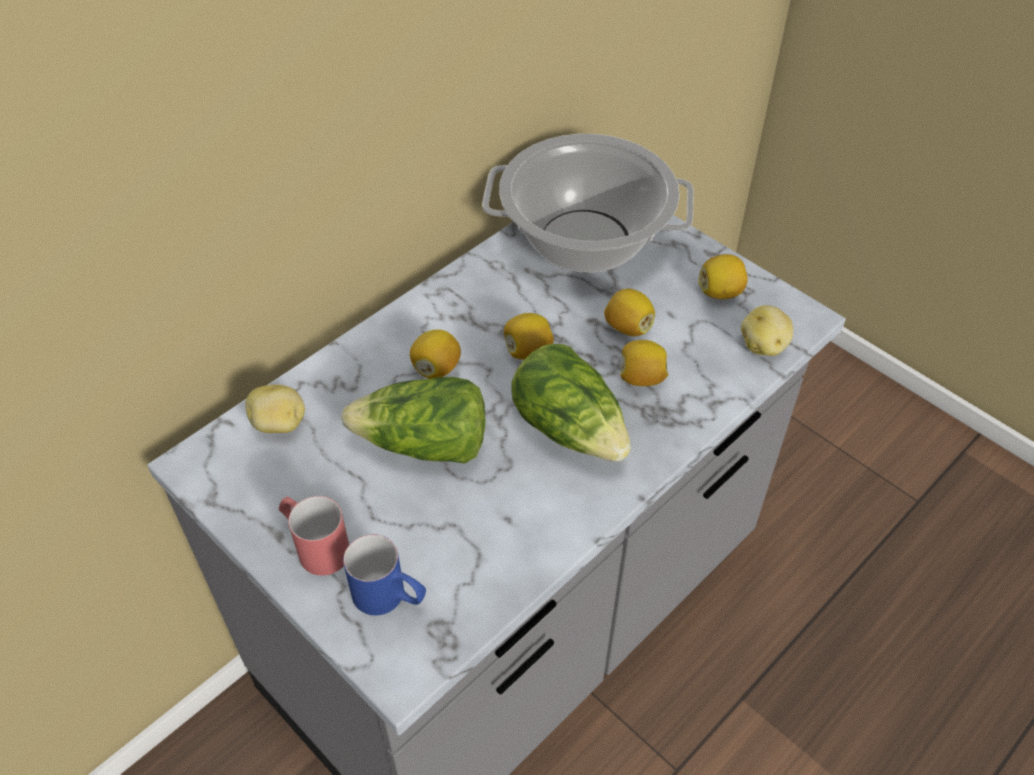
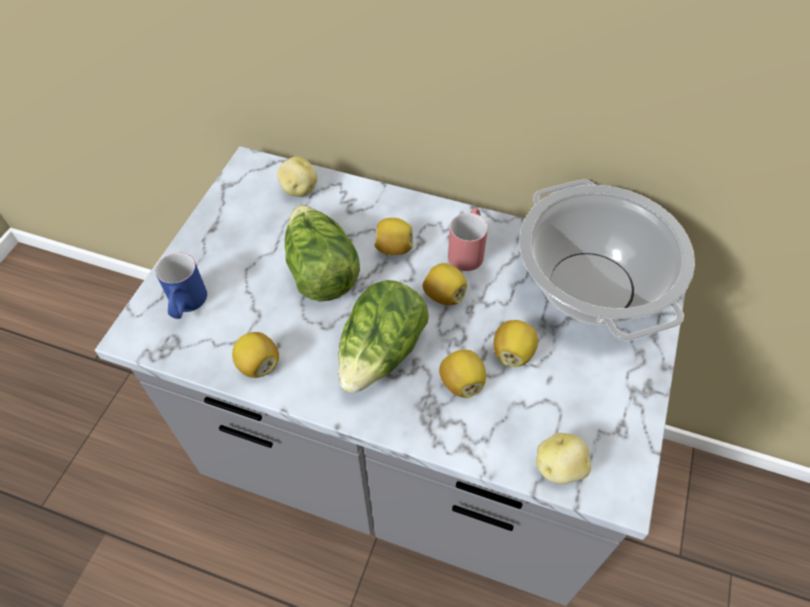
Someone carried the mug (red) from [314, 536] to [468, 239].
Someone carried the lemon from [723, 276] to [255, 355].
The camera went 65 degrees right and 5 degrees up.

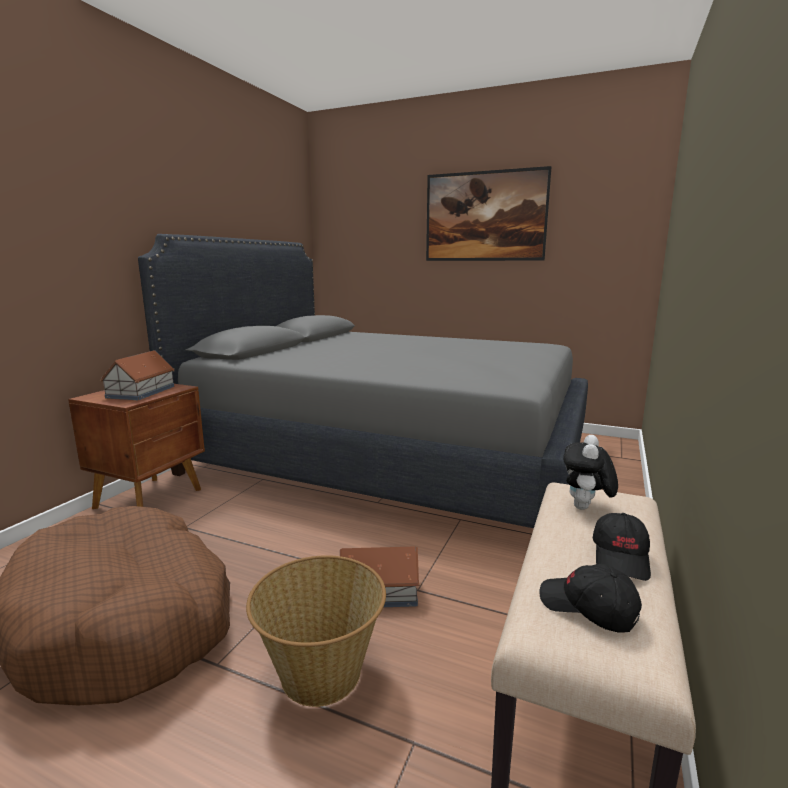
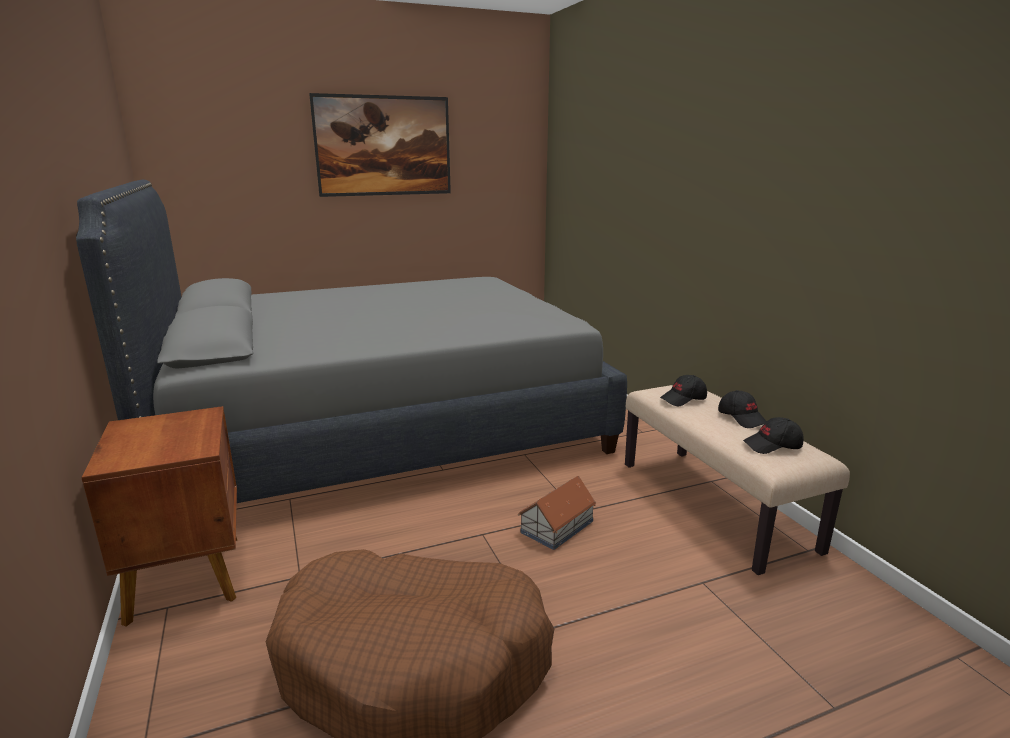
Someone took away the toy house at [137, 375].
Someone took away the basket at [316, 631].
Someone swapped the plush toy at [590, 472] for the cap (black) at [683, 390].
The camera went 45 degrees left and 5 degrees up.

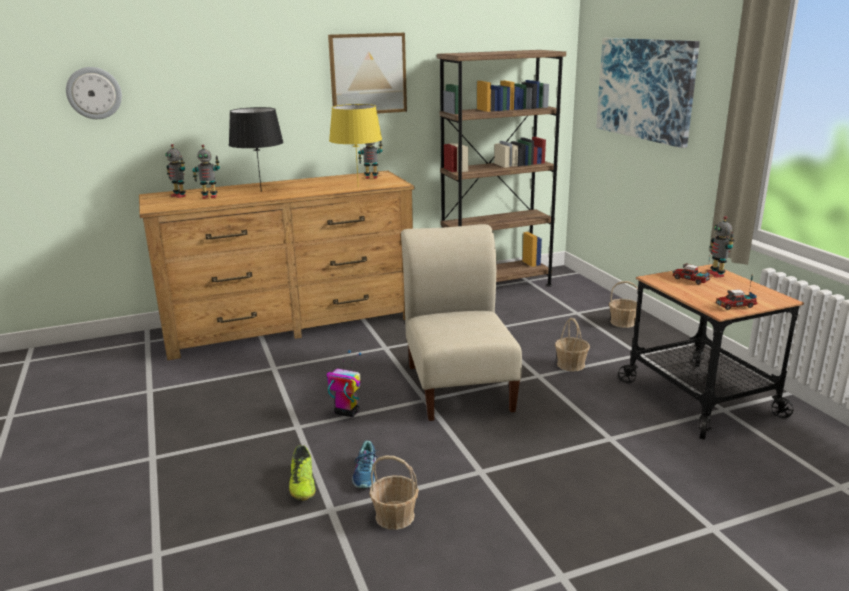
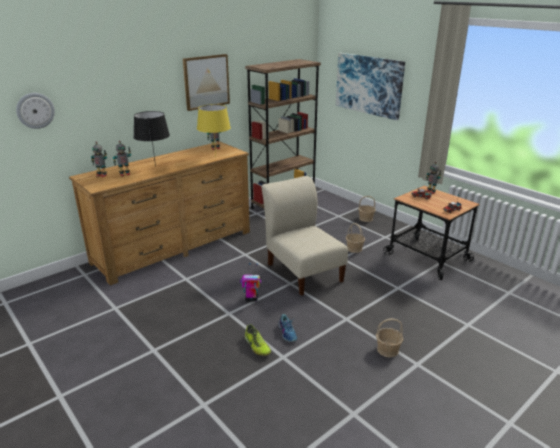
Someone carried the basket from [394, 492] to [389, 338].
The camera went 20 degrees left and 5 degrees up.

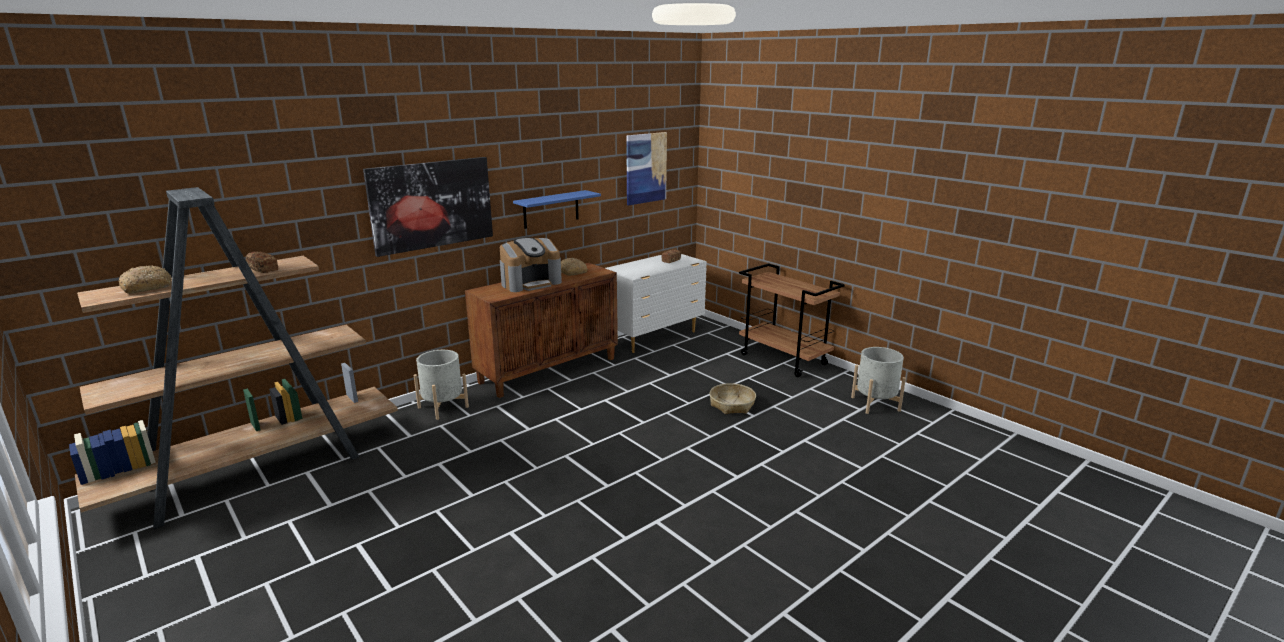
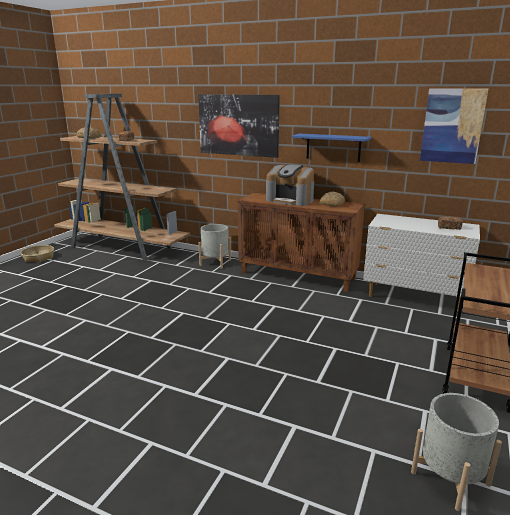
Someone carried the basket from [732, 398] to [37, 253].
The camera went 65 degrees right and 0 degrees up.

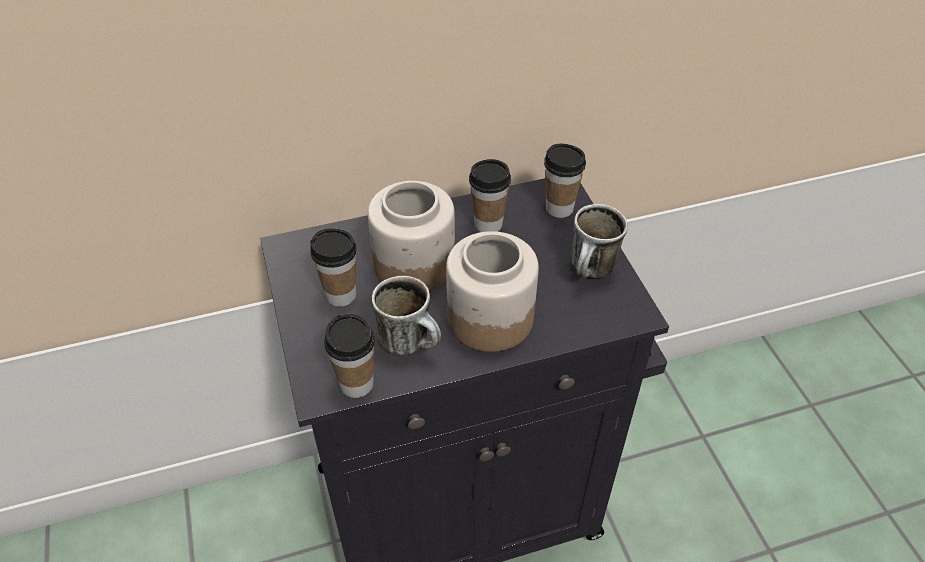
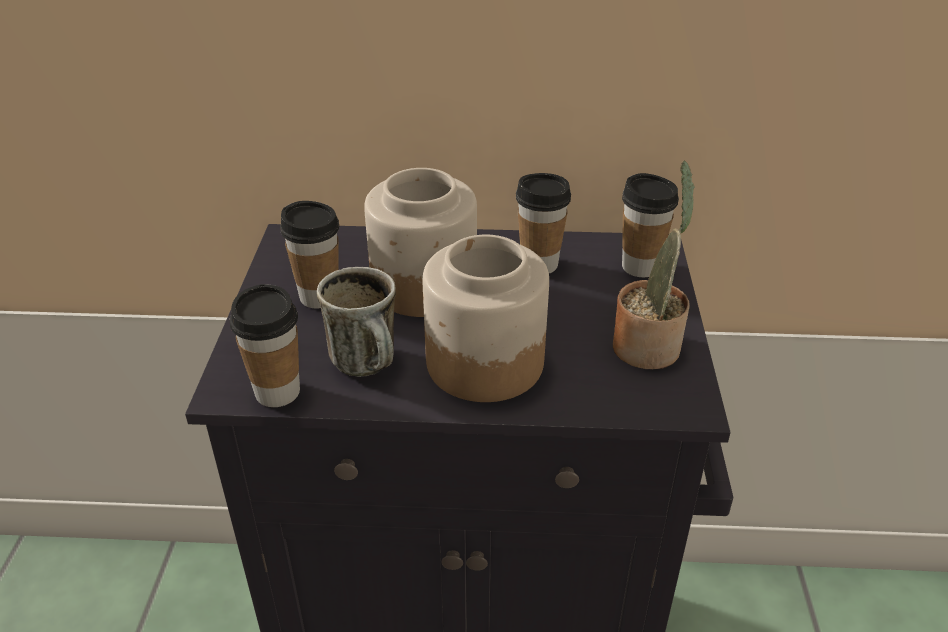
Someone swapped the mug at [599, 241] for the potted plant at [654, 265].
The camera went 20 degrees right and 10 degrees down.

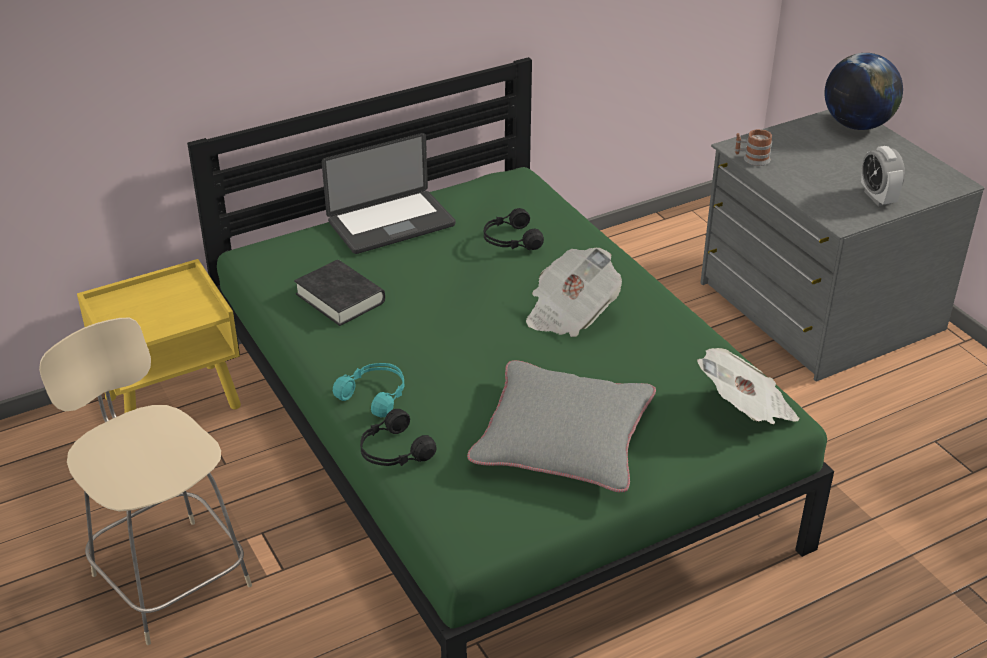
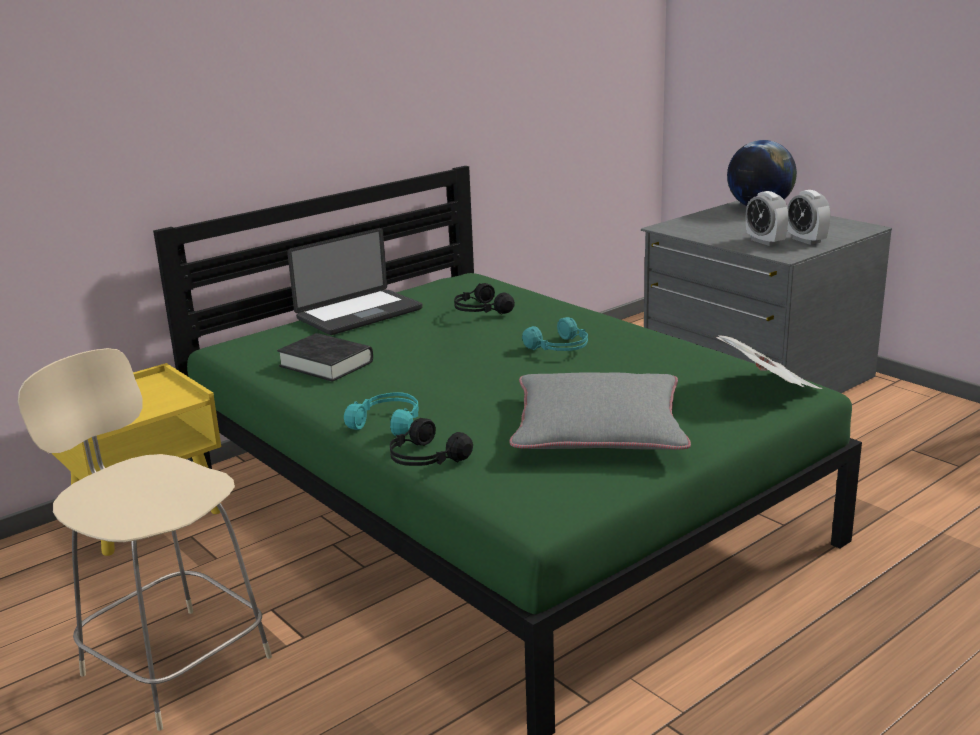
Someone swapped the newspaper at [574, 292] for the headphones (turquoise) at [555, 334].
Someone took away the mug at [753, 147].
Someone put down the alarm clock at [767, 218].
The camera went 10 degrees left and 15 degrees down.

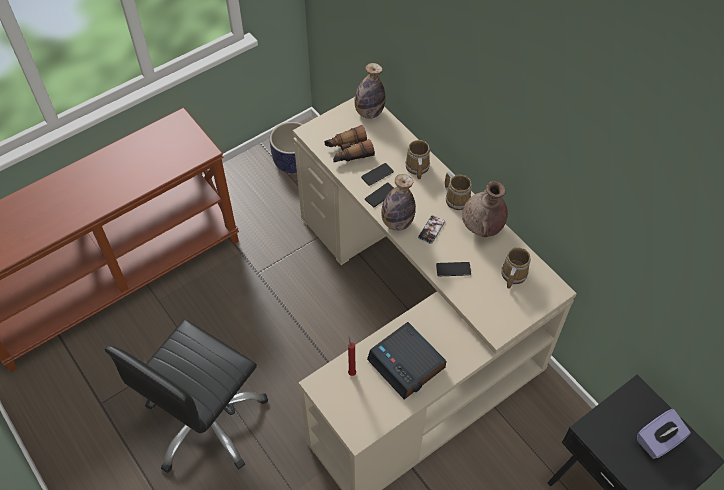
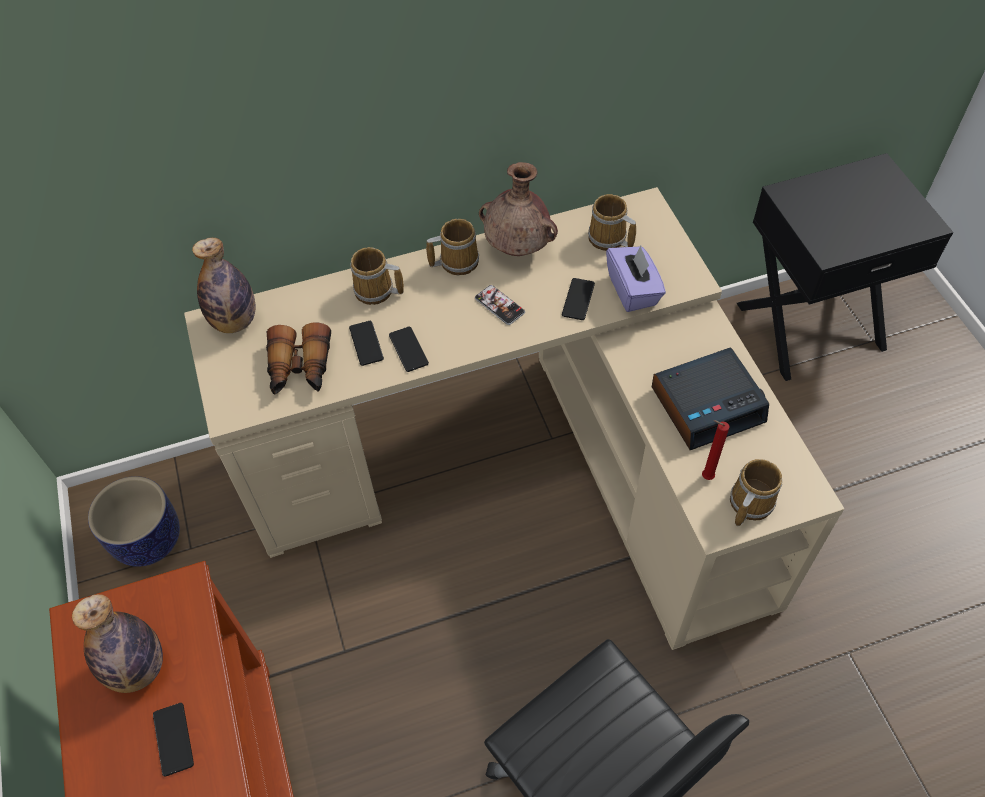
Someone carried the bottle from [398, 202] to [117, 643].
Someone carried the tissue box (purple) from [664, 434] to [636, 278].
Someone put down the phone at [173, 740].
Someone put down the mug at [756, 493].
The camera went 70 degrees left and 0 degrees up.

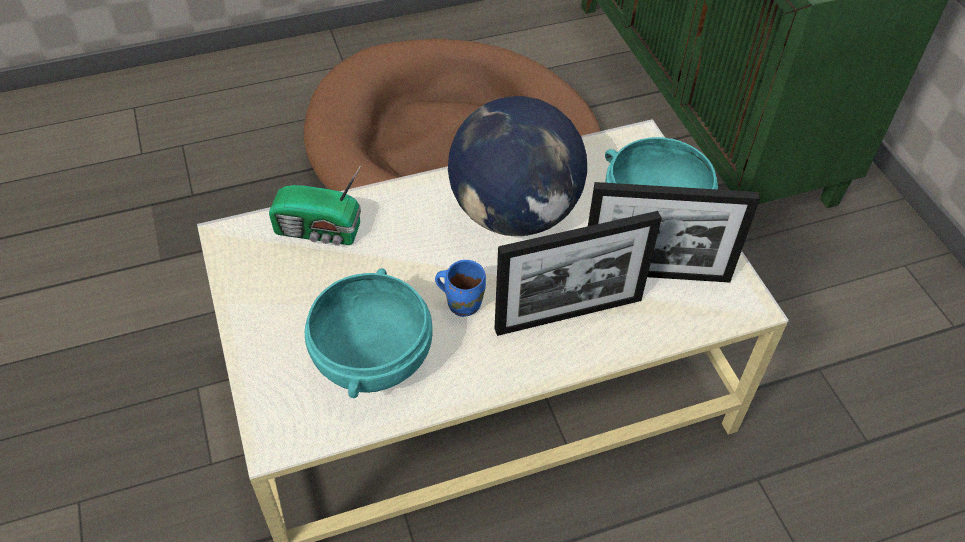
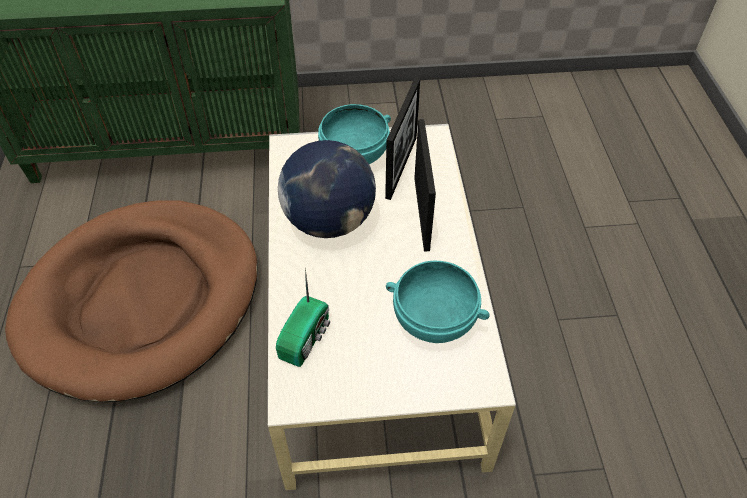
Someone took away the mug (blue) at [460, 288].
The camera went 75 degrees left and 0 degrees up.

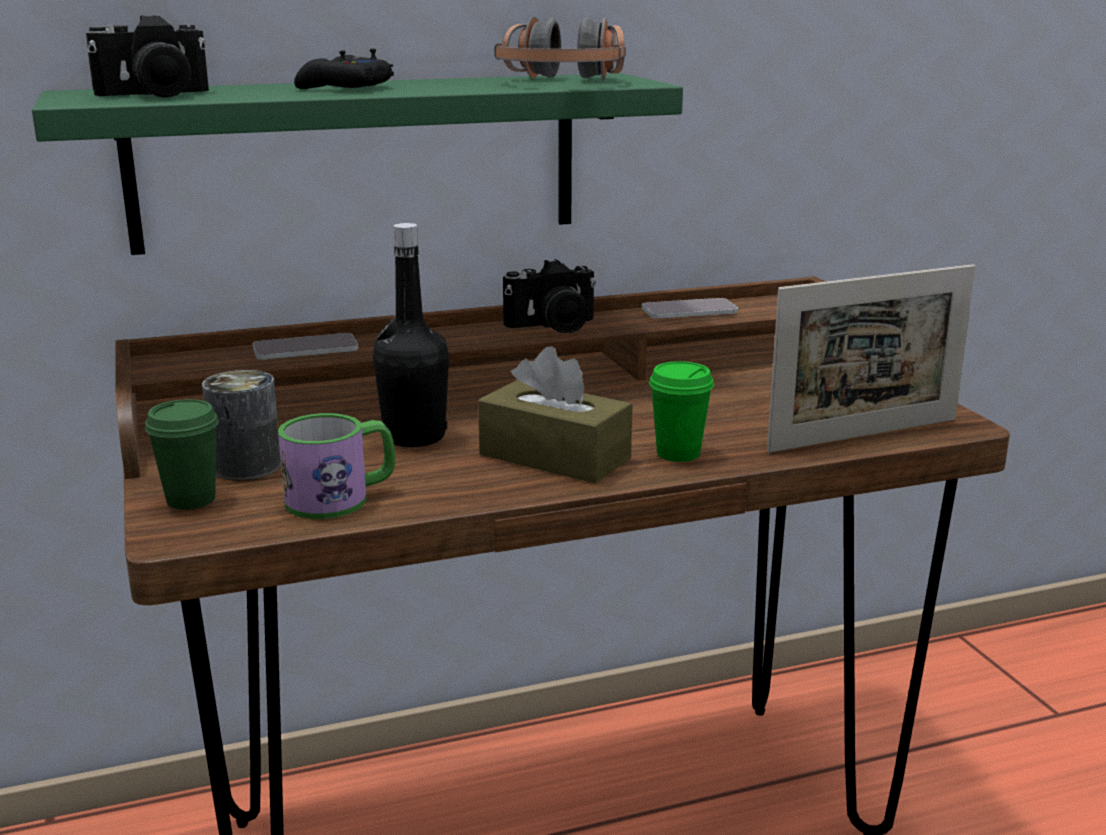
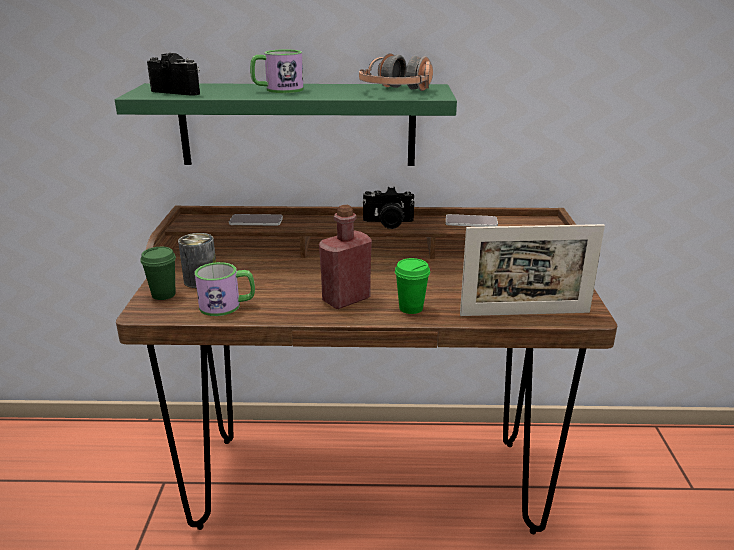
Someone rotated the photo camera at [147, 56] by 150 degrees counterclockwise.
Someone swapped the game controller (black) at [344, 69] for the mug at [277, 71].
Someone took away the bottle (black) at [411, 335].
Someone swapped the tissue box (brown) at [555, 414] for the bottle (red) at [345, 257].
The camera went 20 degrees right and 5 degrees up.

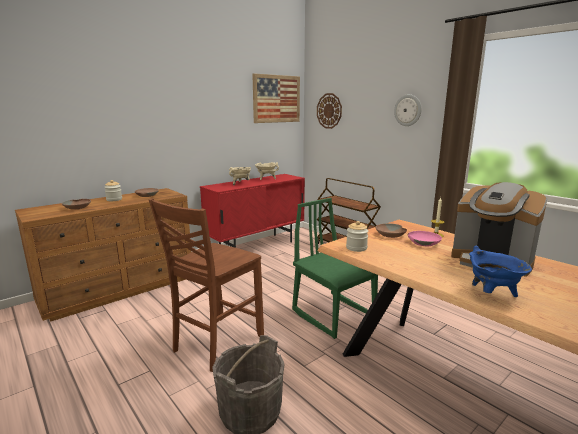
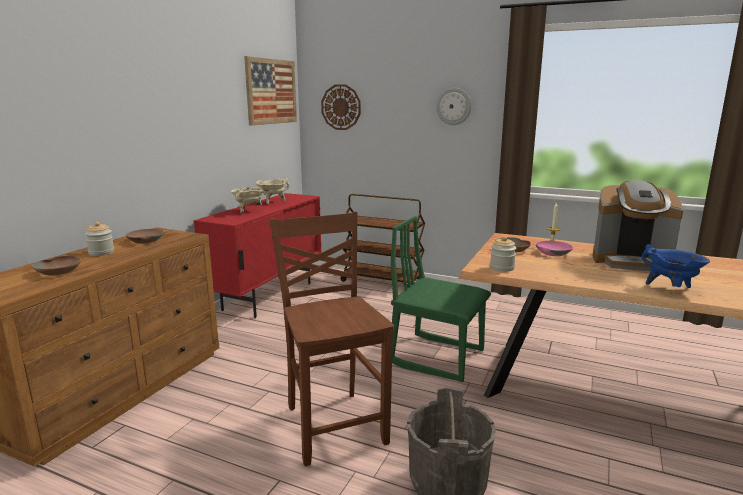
Someone rotated the chair (brown) at [206, 285] by 150 degrees clockwise.
The camera went 25 degrees left and 0 degrees up.

